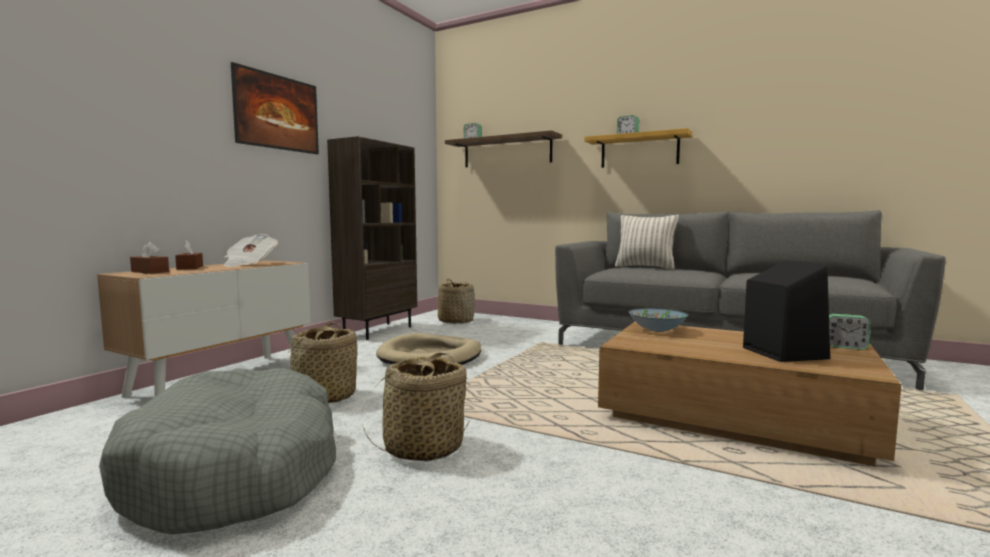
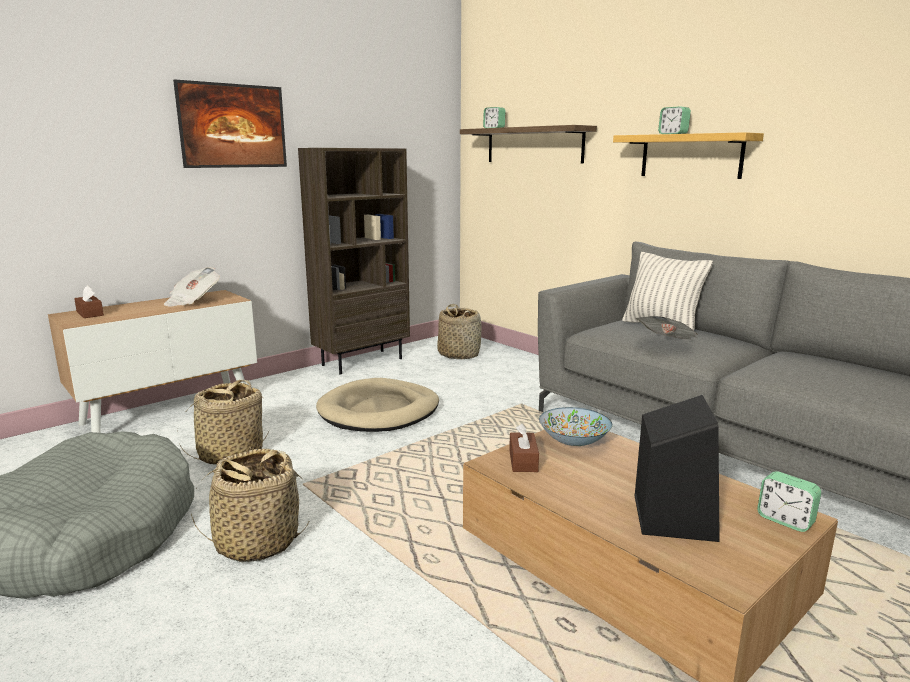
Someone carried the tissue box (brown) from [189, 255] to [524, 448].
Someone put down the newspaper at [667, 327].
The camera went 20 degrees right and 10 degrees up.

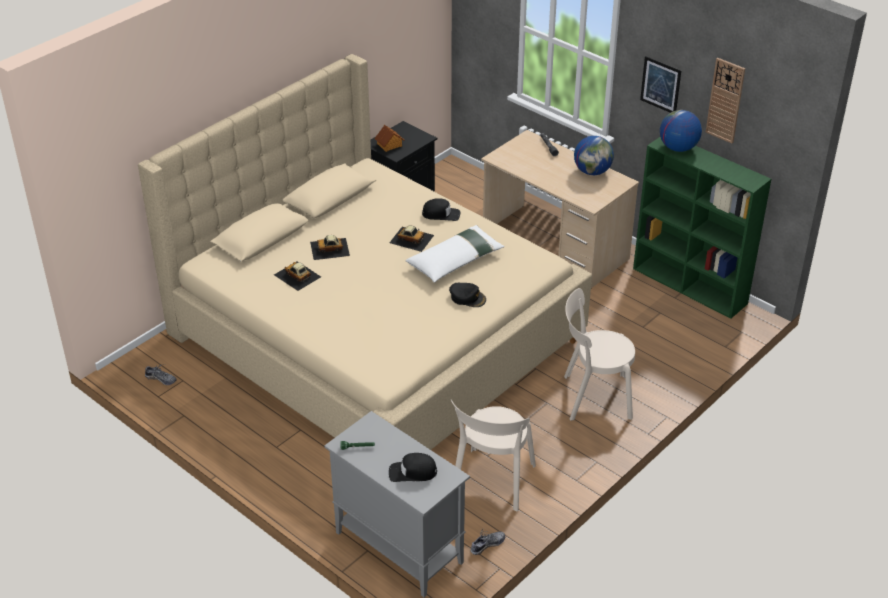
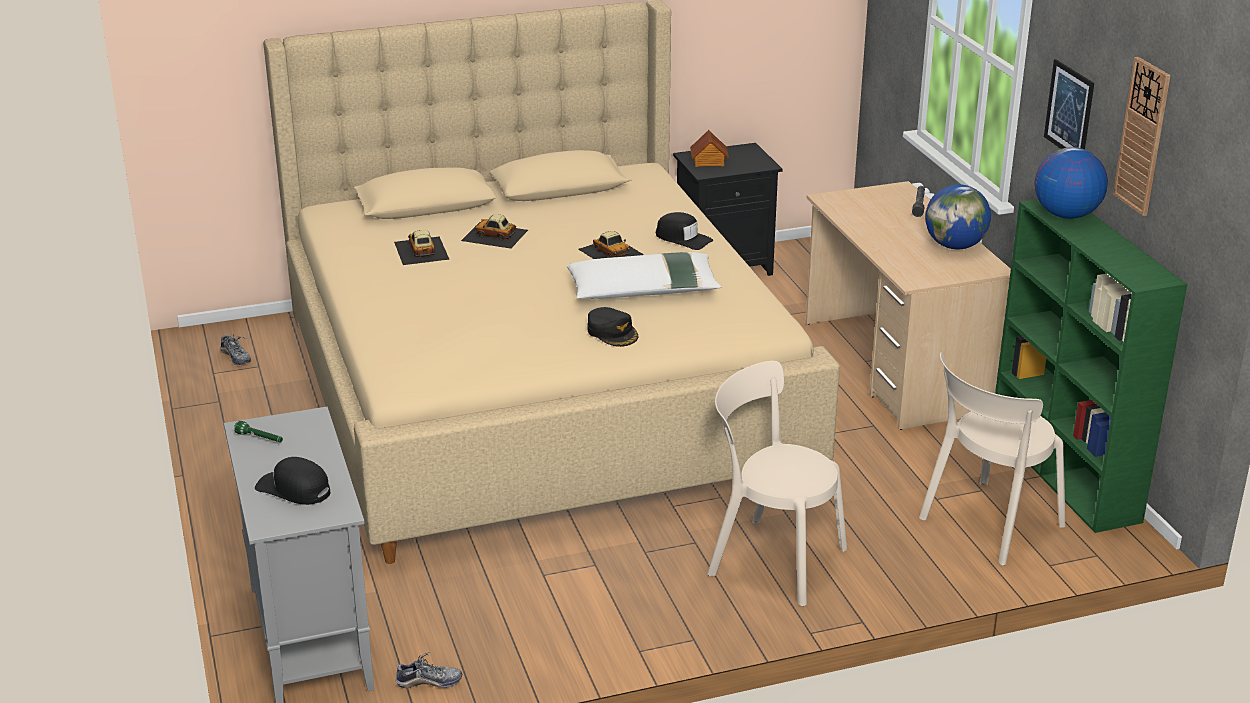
Someone carried the chair (beige) from [493, 455] to [992, 459].
The camera went 30 degrees right and 10 degrees down.

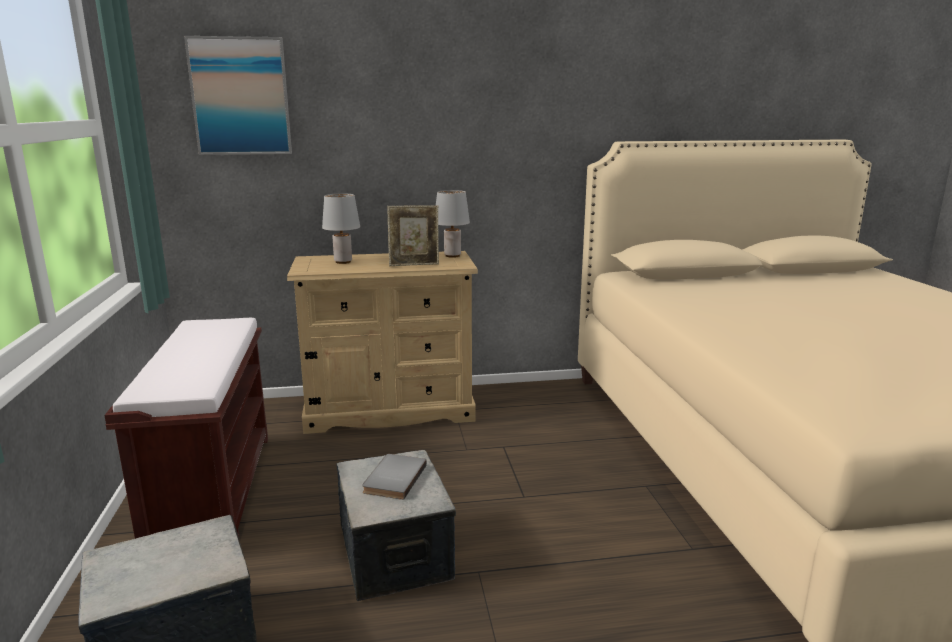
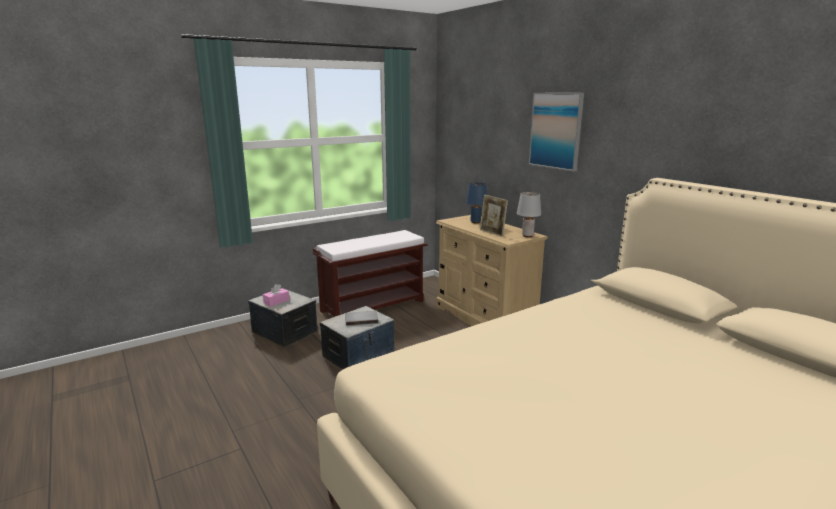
Someone carried the picture from [238, 95] to [556, 132].
Someone repainted the table lamp (grey) at [341, 228], which became the table lamp (blue) at [476, 203].
Someone put down the tissue box (pink) at [276, 295].
The camera went 65 degrees right and 0 degrees up.

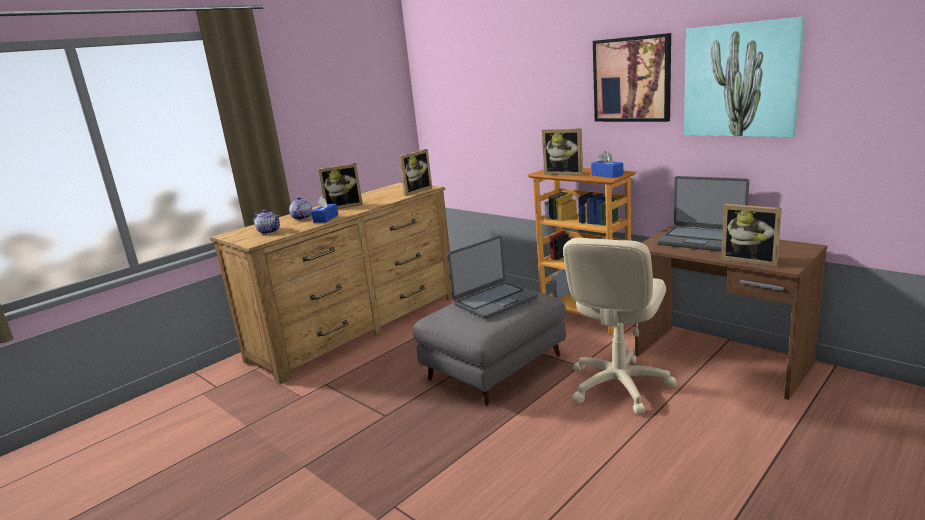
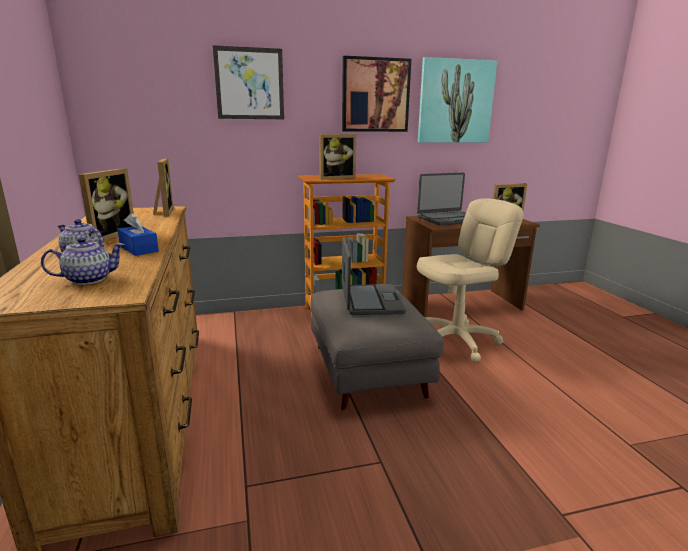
Someone rotated the office chair (beige) at [620, 326] by 90 degrees counterclockwise.
Someone took away the tissue box (blue) at [607, 164].
Someone put up the picture at [248, 82].
The camera went 60 degrees left and 0 degrees up.

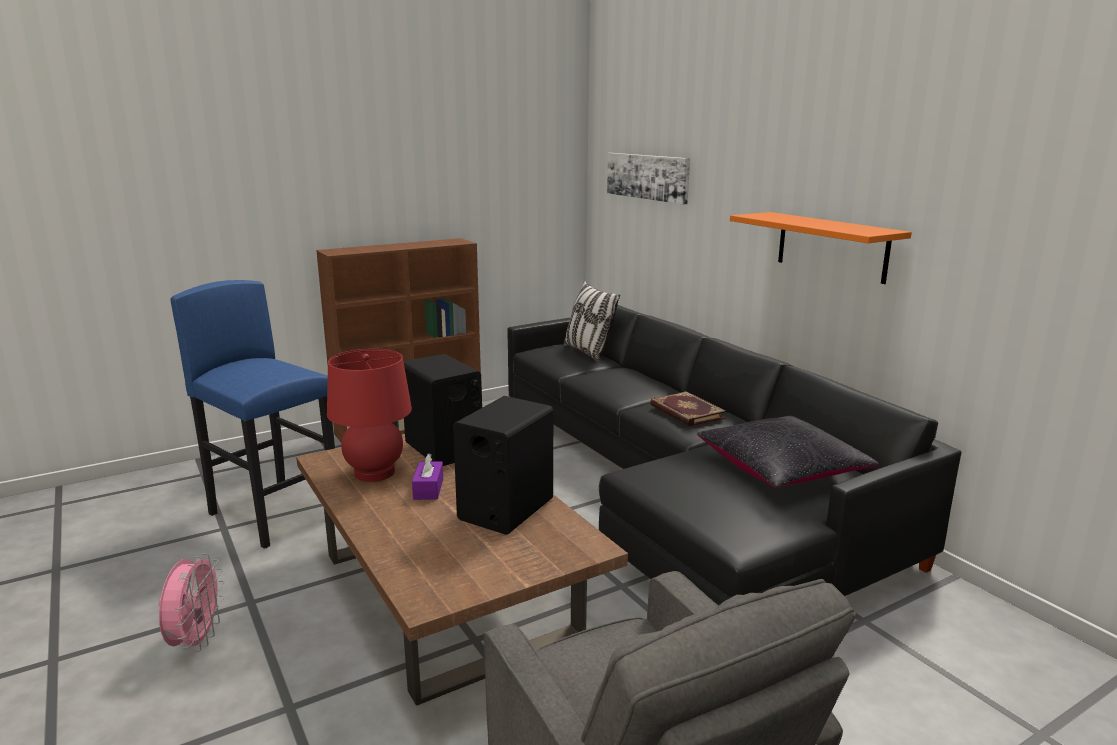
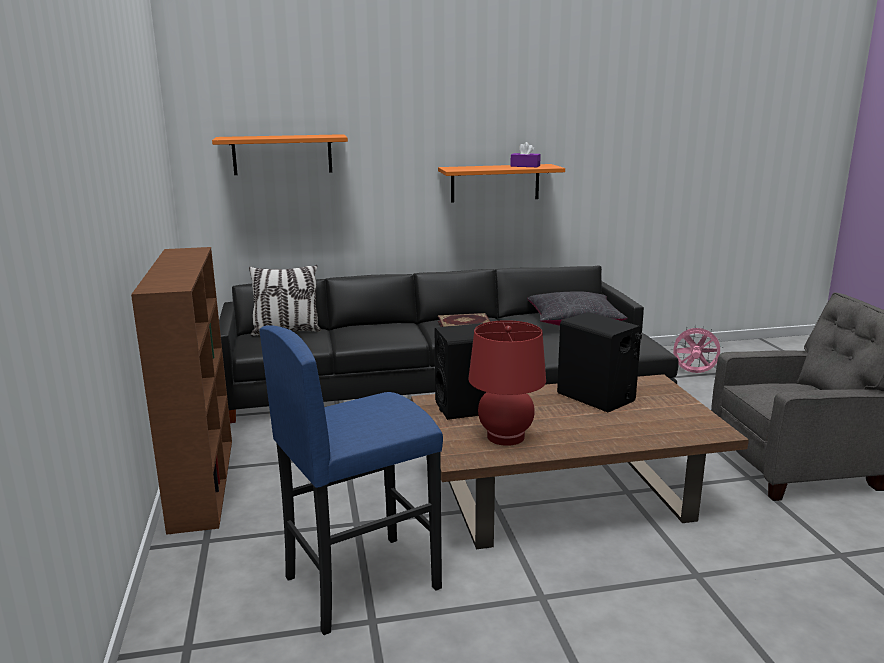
Someone carried the fan (pink) from [192, 602] to [697, 348].
Someone carried the tissue box (purple) from [427, 476] to [526, 154].
Someone swapped the picture at [648, 179] for the shelf (orange) at [280, 154].
The camera went 70 degrees left and 0 degrees up.

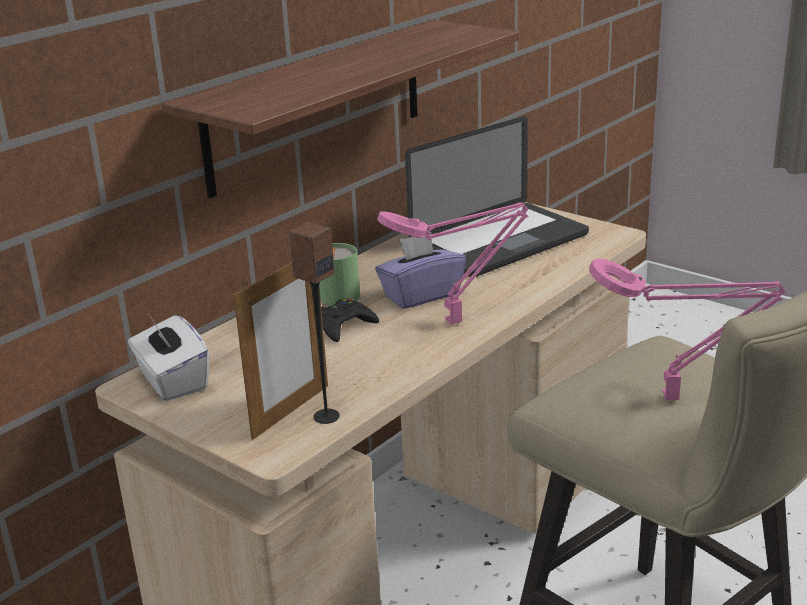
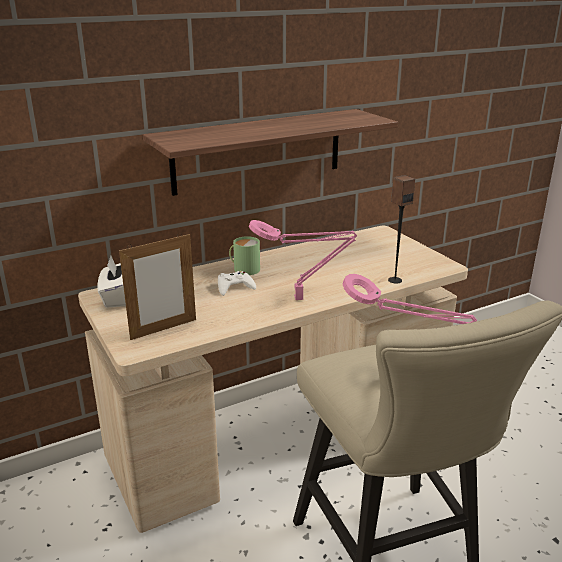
Someone carried the speaker from [314, 323] to [401, 229].
Someone repainted the game controller (black) at [350, 320], which became the game controller (white) at [237, 283].
Someone took away the tissue box (purple) at [420, 270].
Someone took away the laptop at [497, 196].
The camera went 20 degrees right and 0 degrees up.

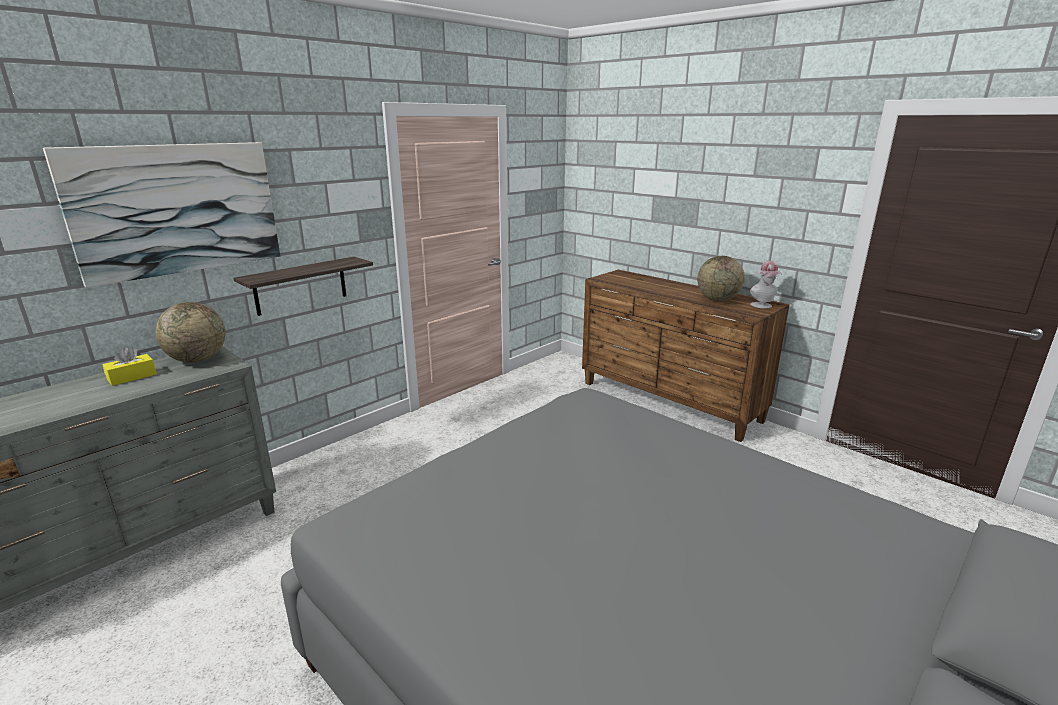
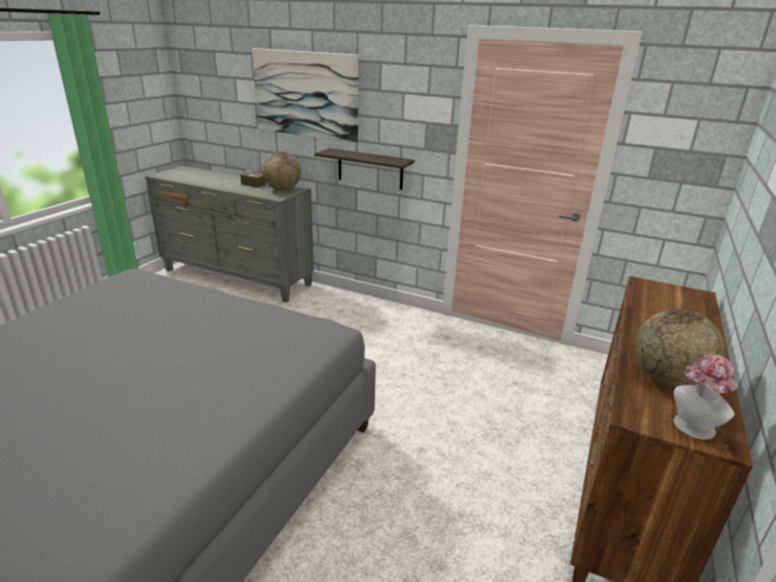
Someone repainted the tissue box (yellow) at [130, 366], which became the tissue box (brown) at [253, 176].
The camera went 70 degrees right and 5 degrees up.

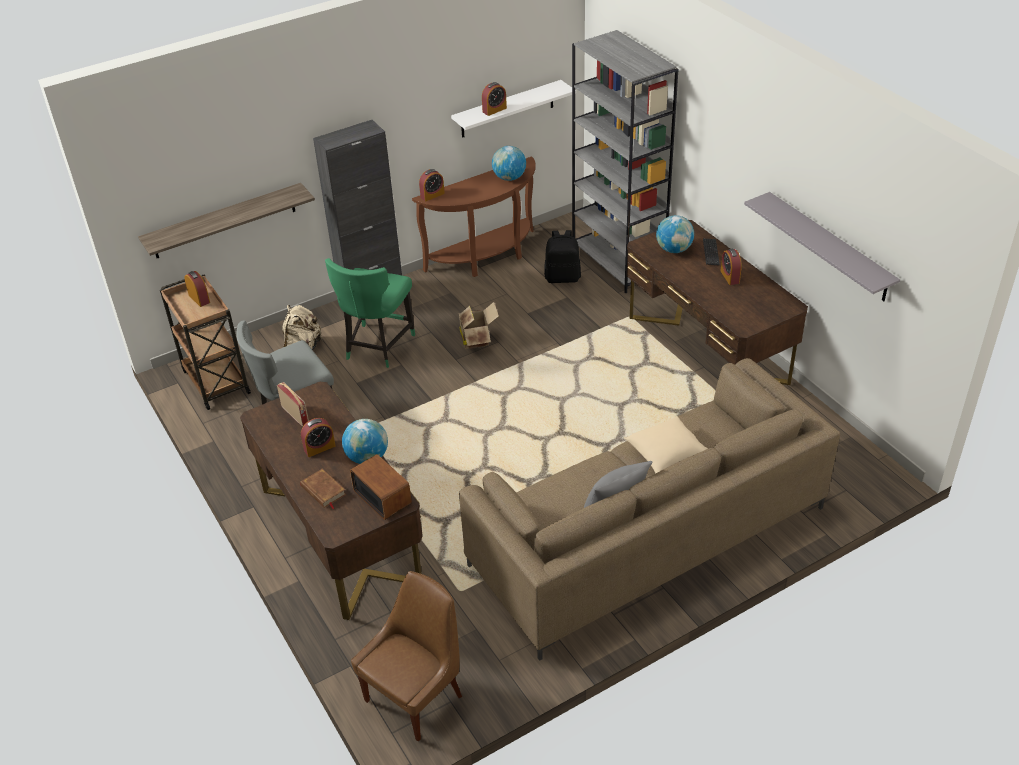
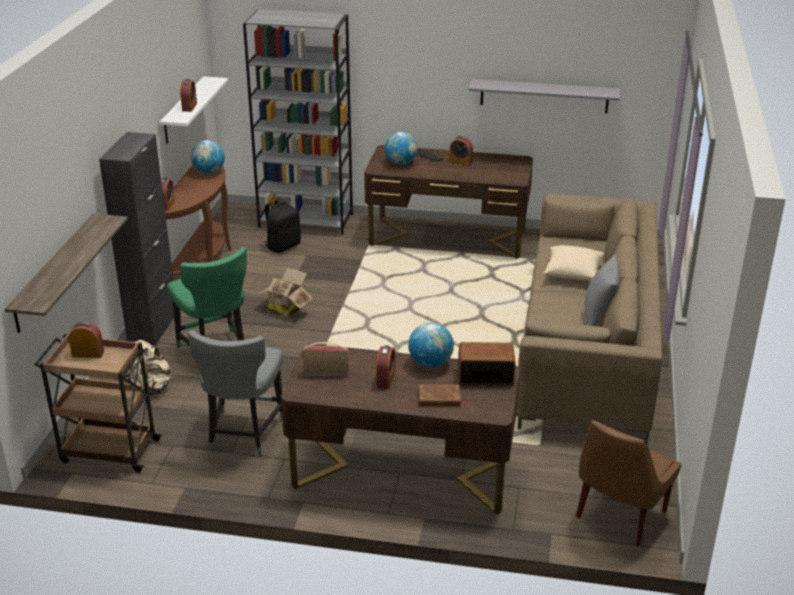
Someone rotated the chair (brown) at [406, 656] by 135 degrees counterclockwise.
The camera went 50 degrees left and 10 degrees down.

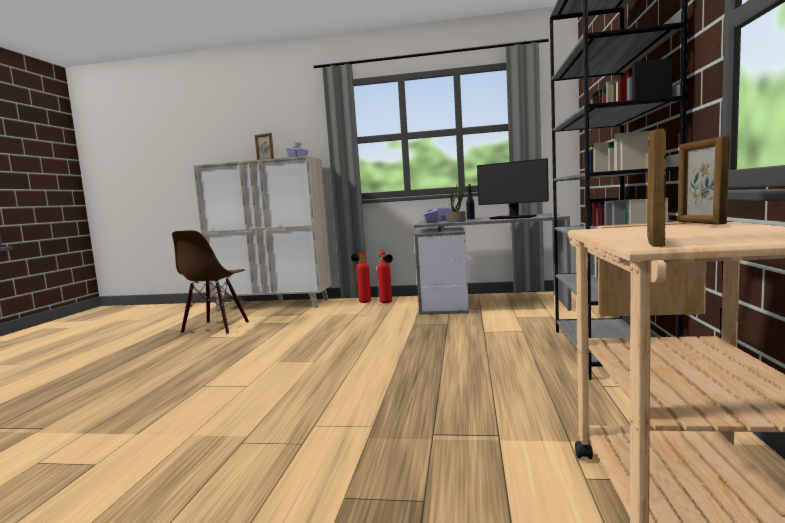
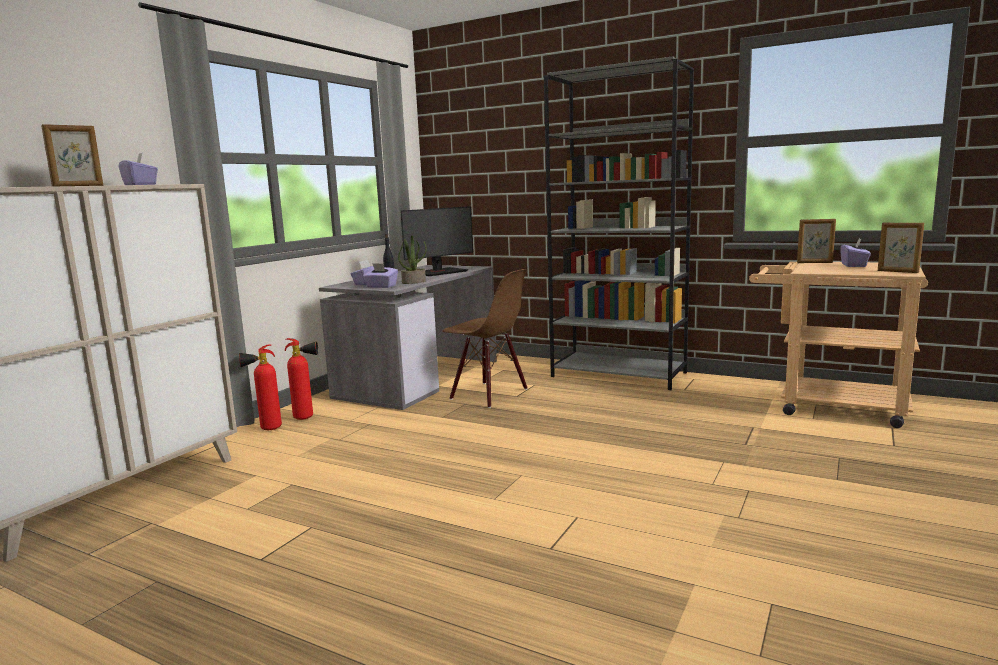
Someone carried the chair (brown) from [210, 282] to [484, 338].
Someone put down the tissue box (purple) at [855, 253].
The camera went 70 degrees left and 5 degrees up.

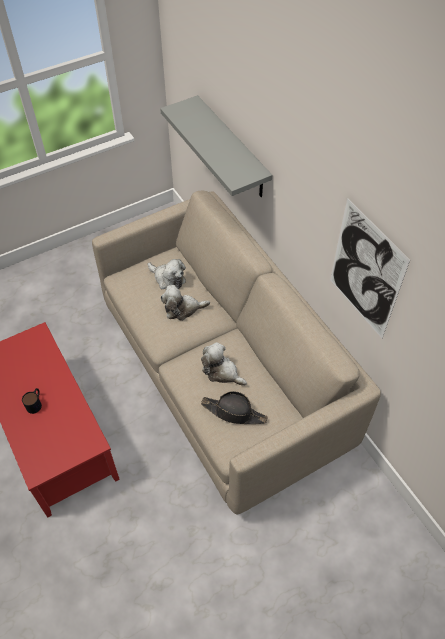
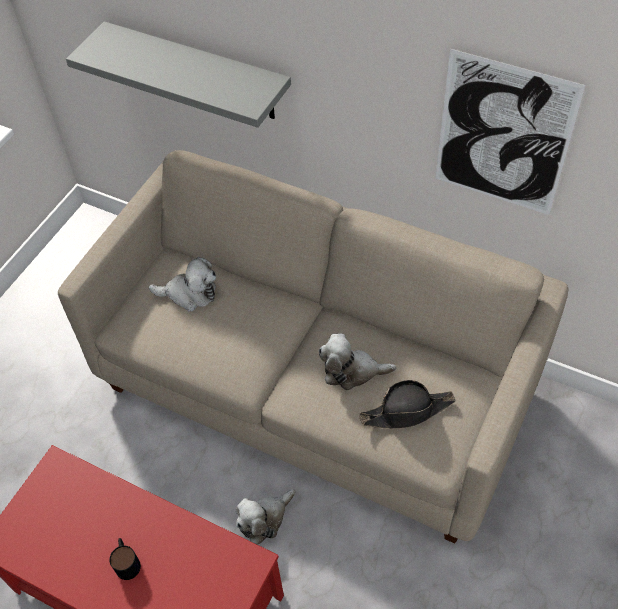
Someone carried the plush toy from [185, 303] to [266, 517].
The camera went 30 degrees left and 0 degrees up.

